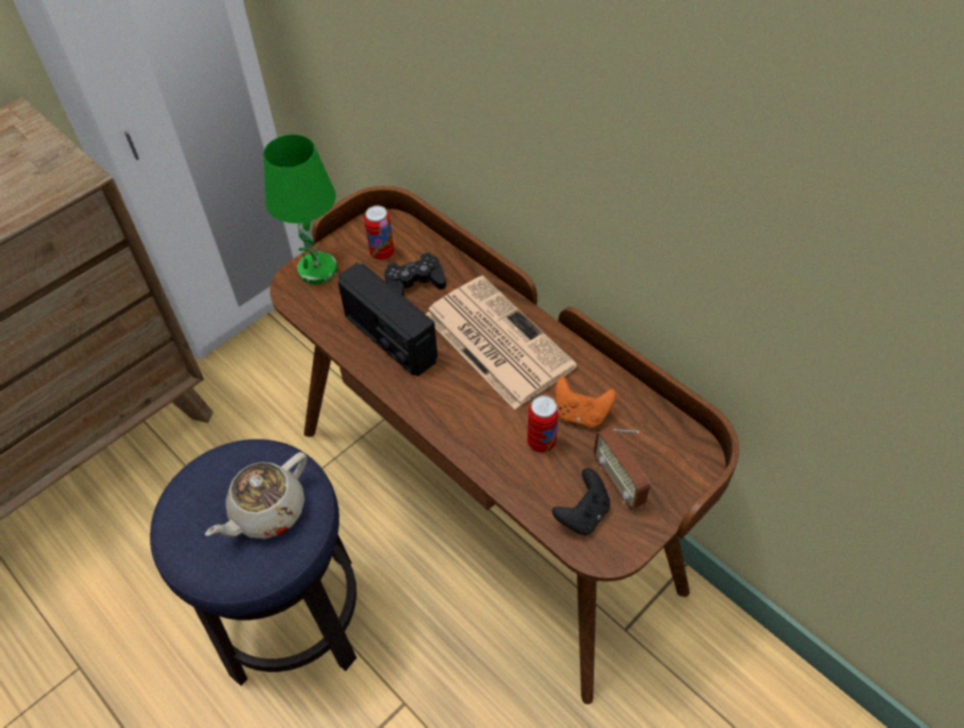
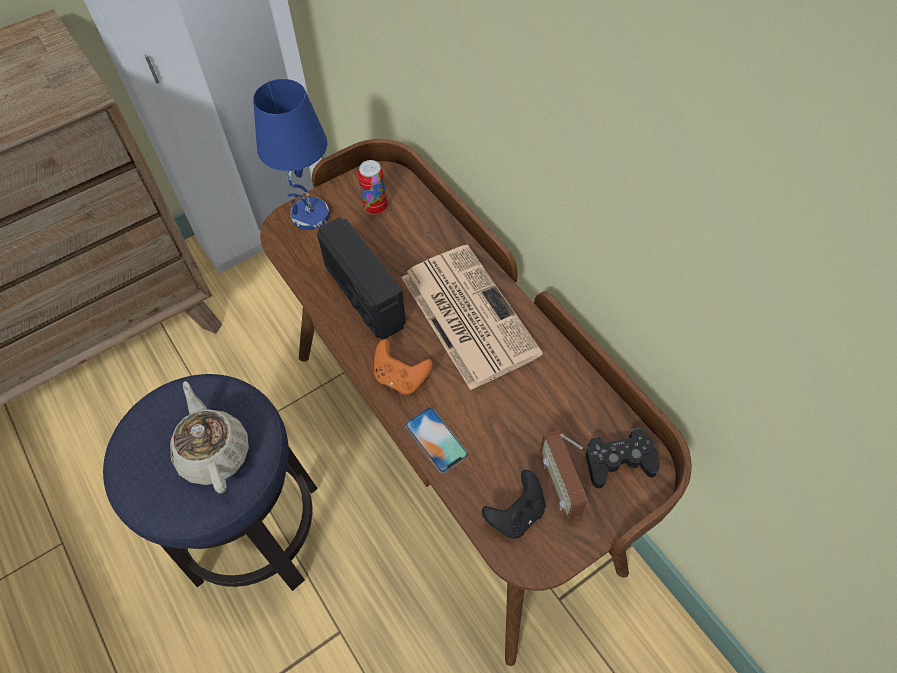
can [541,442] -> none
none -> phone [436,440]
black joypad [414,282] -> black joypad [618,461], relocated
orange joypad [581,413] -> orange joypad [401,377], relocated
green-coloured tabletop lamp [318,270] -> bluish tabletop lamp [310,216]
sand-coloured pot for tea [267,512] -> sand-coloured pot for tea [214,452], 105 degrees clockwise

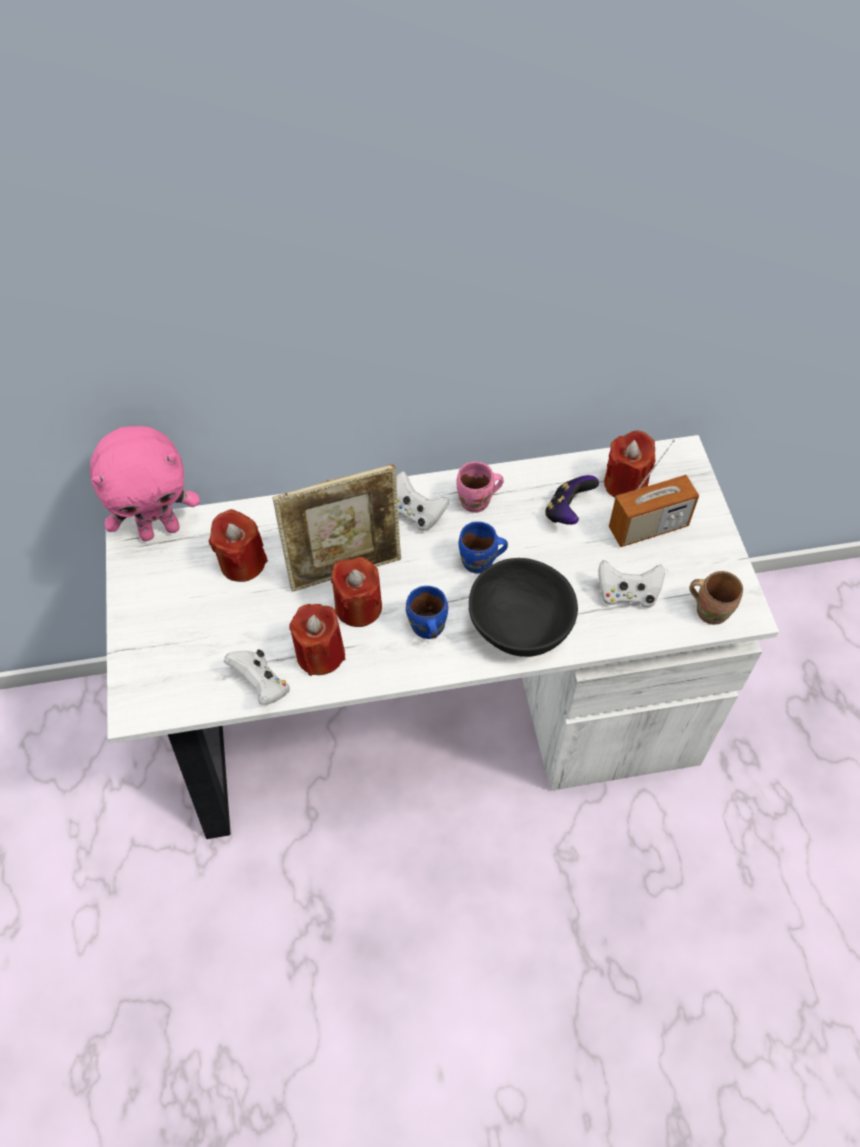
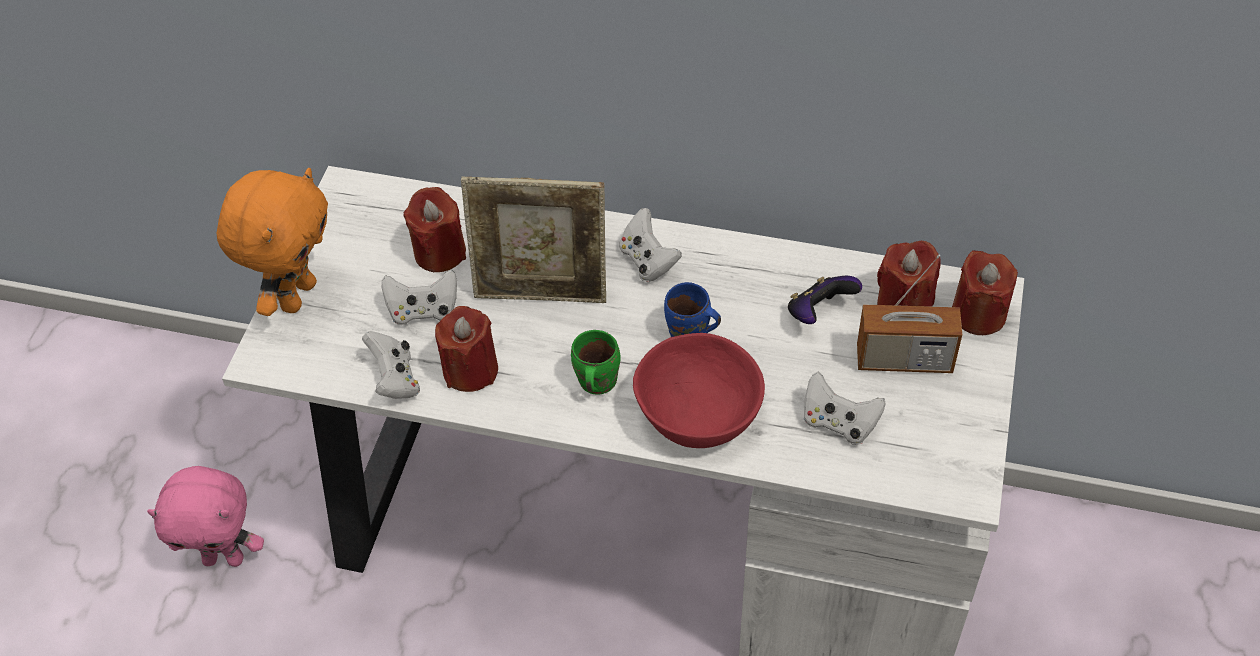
pink-coloured tea mug [477,502] -> none
brown-coloured tea mug [710,609] -> none
none -> orange cuddly toy [296,295]
none -> whitish joypad [423,311]
pink-coloured cuddly toy [160,529] -> pink-coloured cuddly toy [225,558], relocated
reddish candle [358,607] -> reddish candle [978,314], relocated
bluish tea mug [426,628] -> green-coloured tea mug [594,382]
black bowl [519,627] -> reddish bowl [697,416]

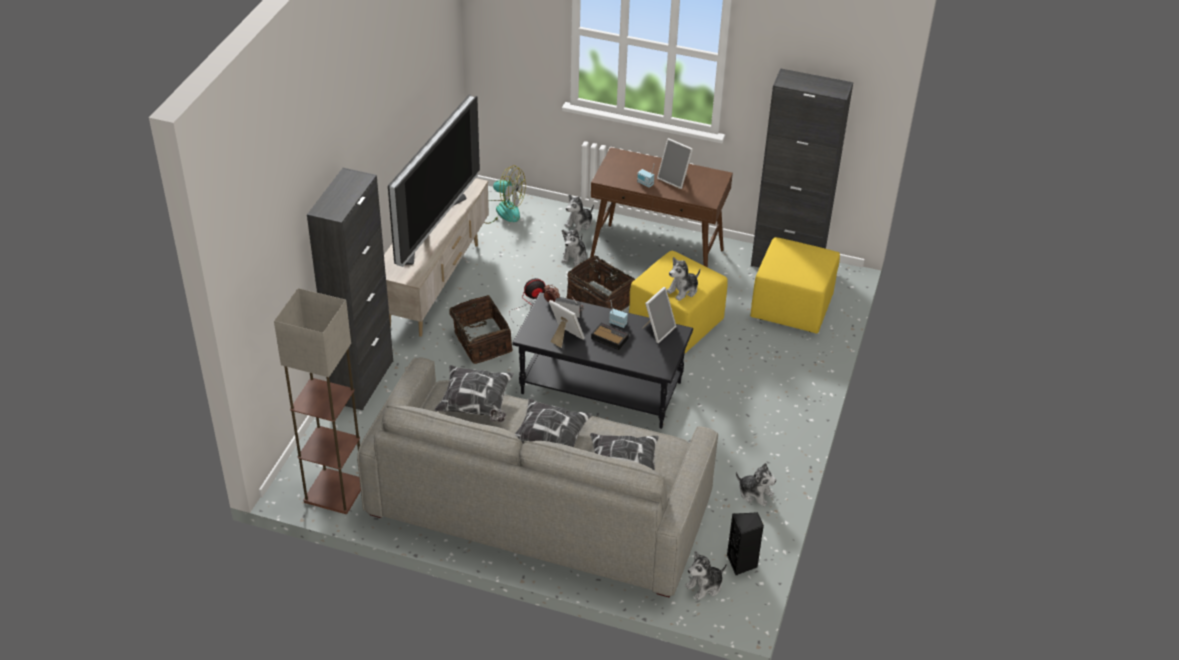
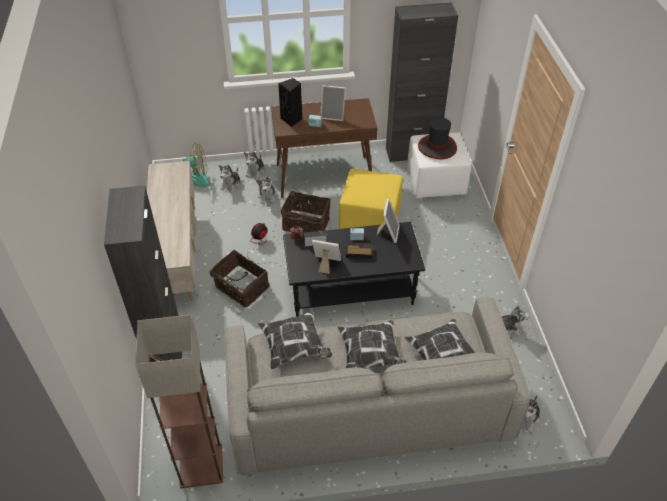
television [430,227] -> none
none -> clothing hat [437,147]
cuddly toy [683,290] -> cuddly toy [231,185], relocated
black speaker [742,563] -> black speaker [292,120], relocated
yellow footrest [790,308] -> whitish footrest [435,182]

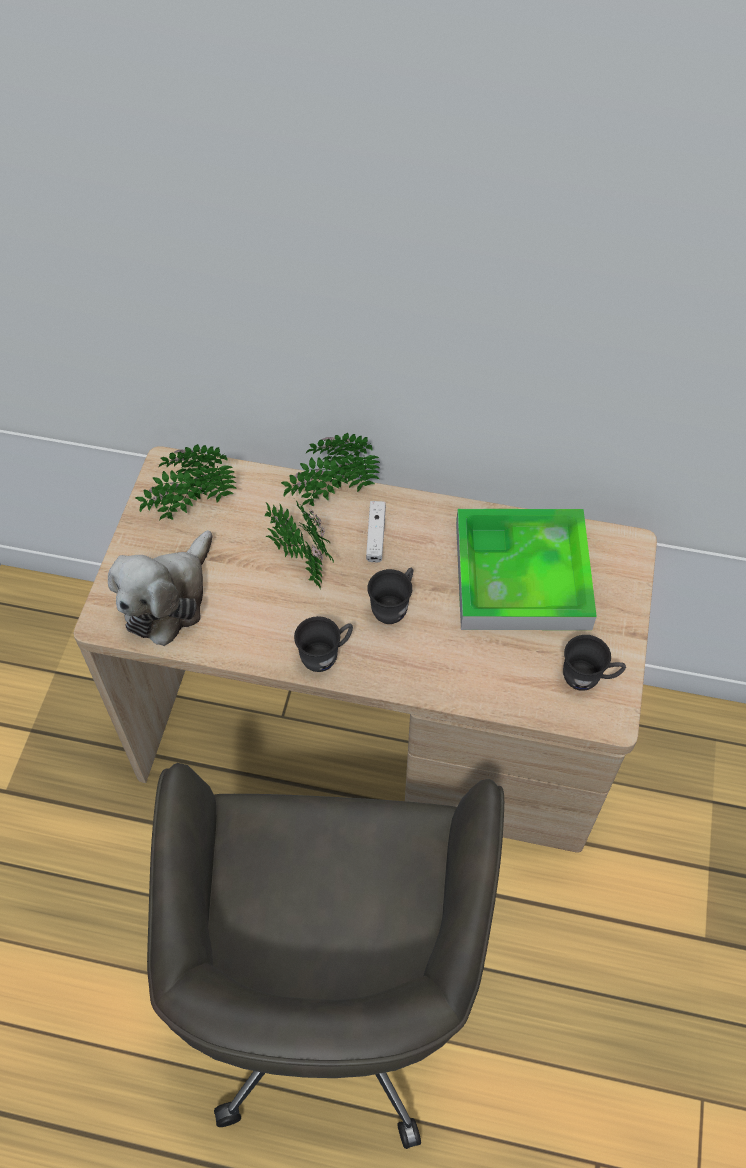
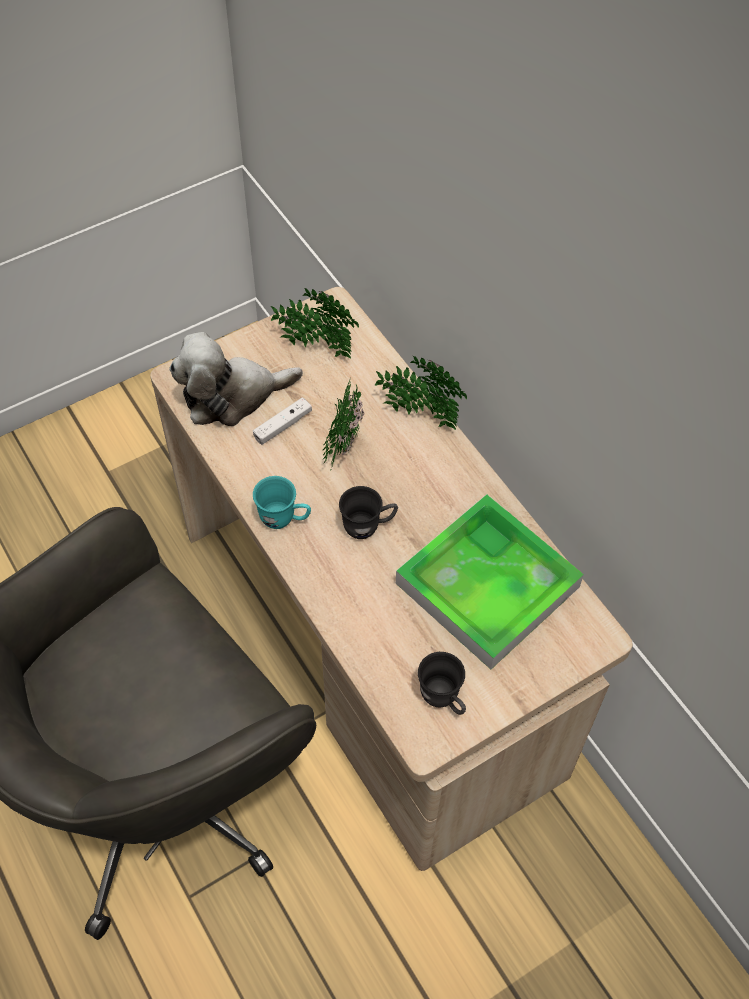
whitish joypad [375,535] -> whitish joypad [283,426], relocated
grey tea mug [326,656] -> turquoise tea mug [284,520]

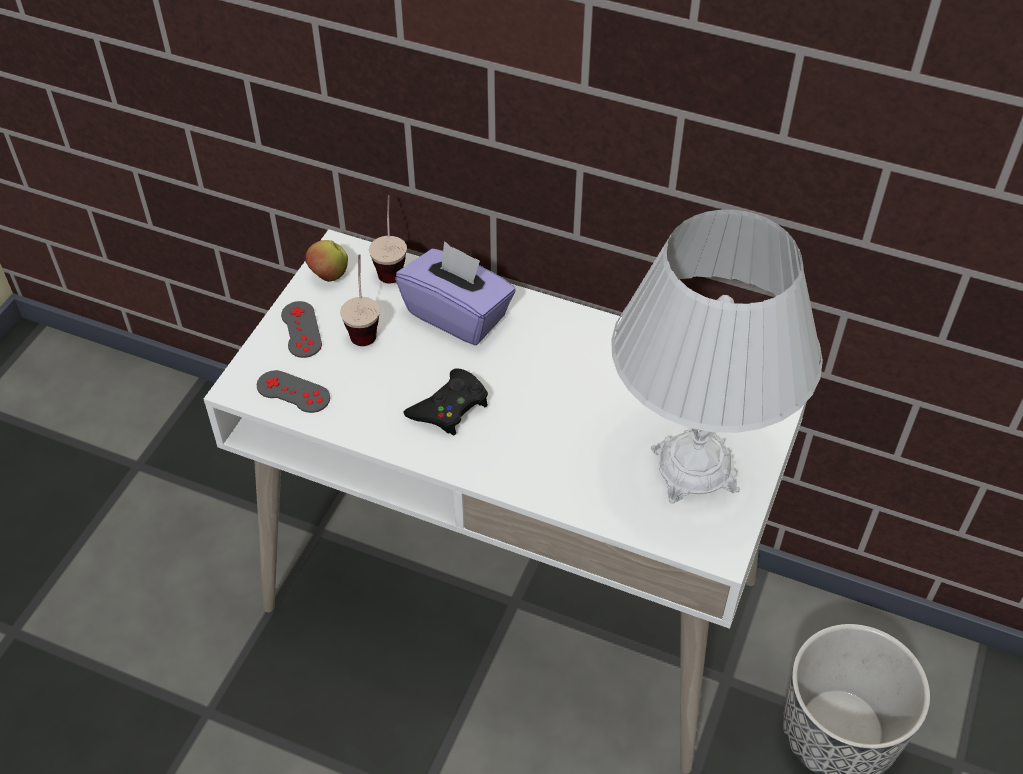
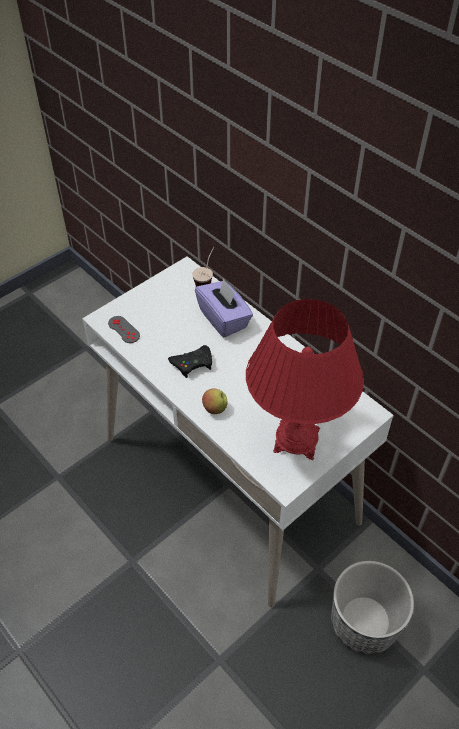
grey joypad [301,329] -> none
cup [364,325] -> none
apple fruit [329,276] -> apple fruit [215,409], relocated
whitish tabletop lamp [694,470] -> reddish tabletop lamp [296,440]

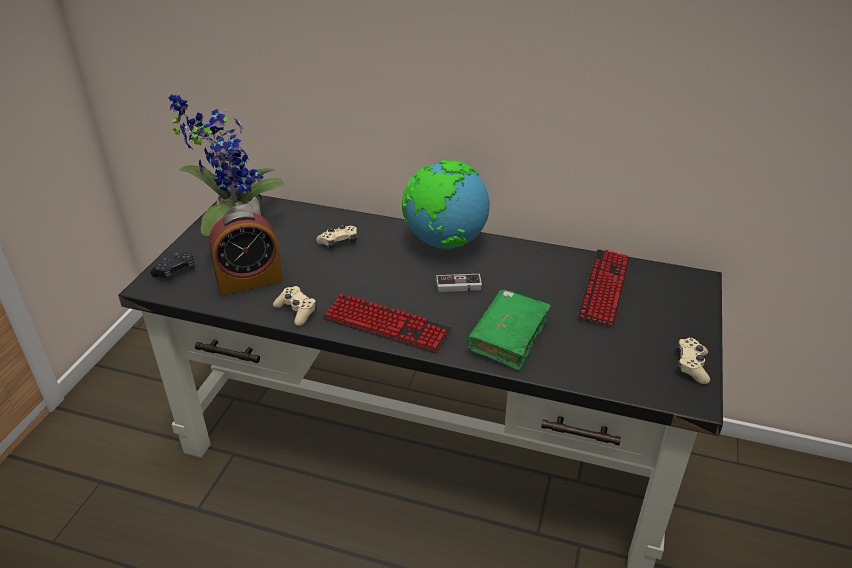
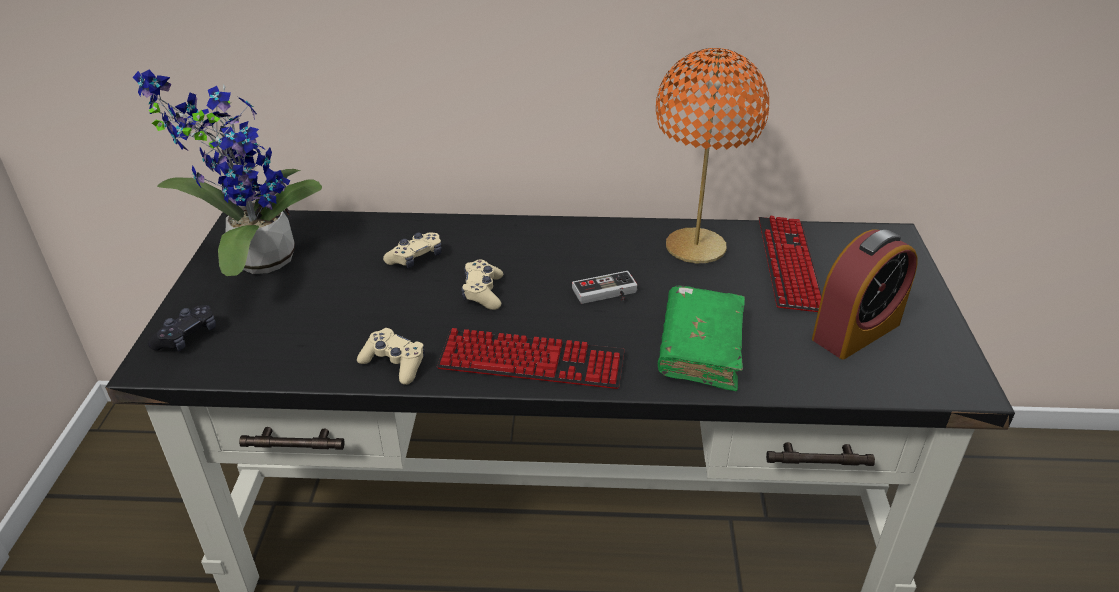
globe [444,243] -> none
none -> orange tabletop lamp [696,248]
table clock [249,280] -> table clock [856,331], relocated
sand-coloured joypad [691,366] -> sand-coloured joypad [483,292], relocated

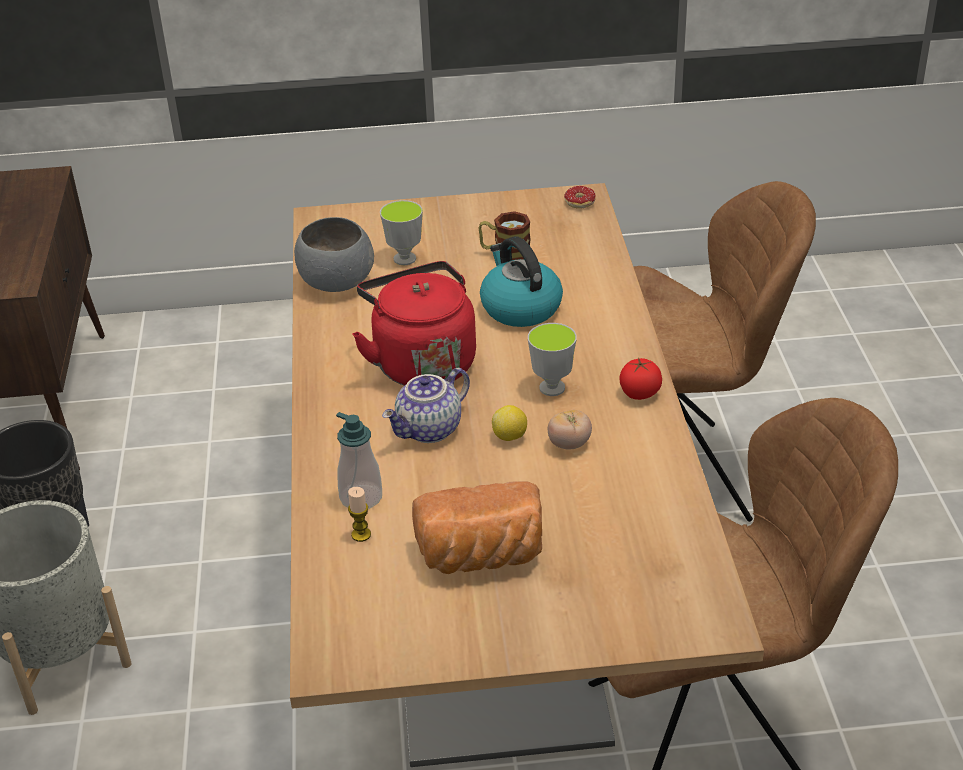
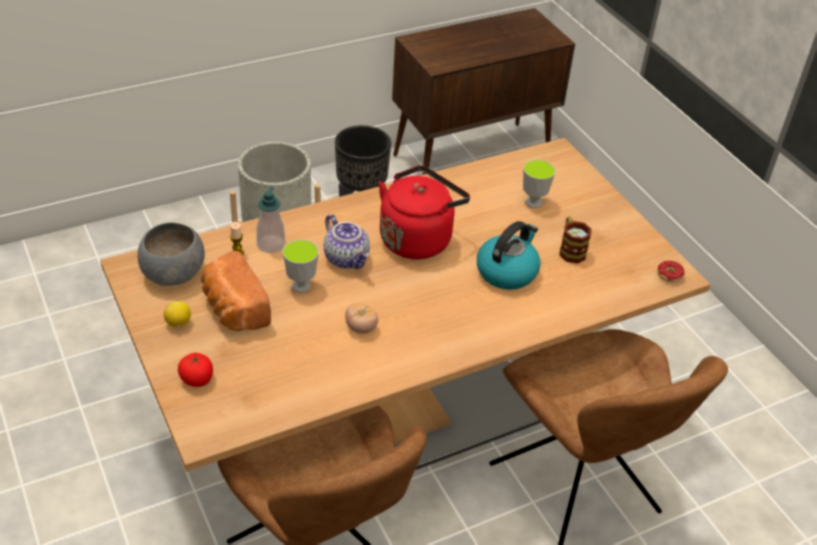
grey bowl [336,282] -> grey bowl [172,274], relocated
lemon [510,437] -> lemon [178,323], relocated
cup [552,388] -> cup [301,286], relocated
fresh tomato [639,393] -> fresh tomato [197,379], relocated
pot for tea [430,430] -> pot for tea [347,259], 150 degrees counterclockwise

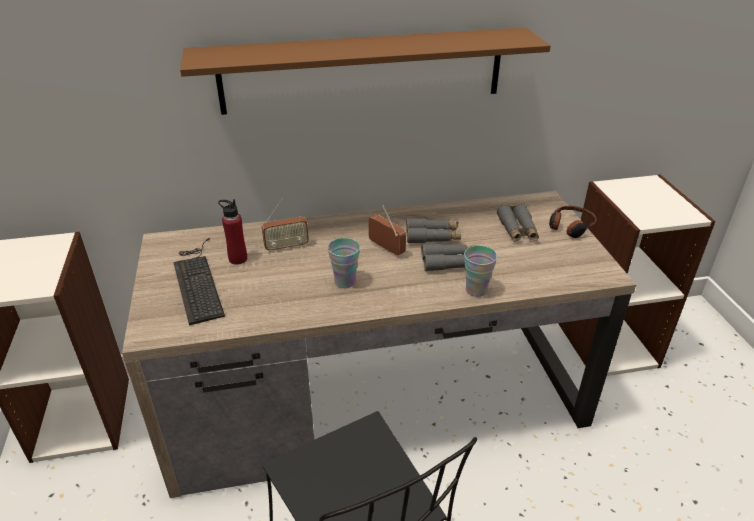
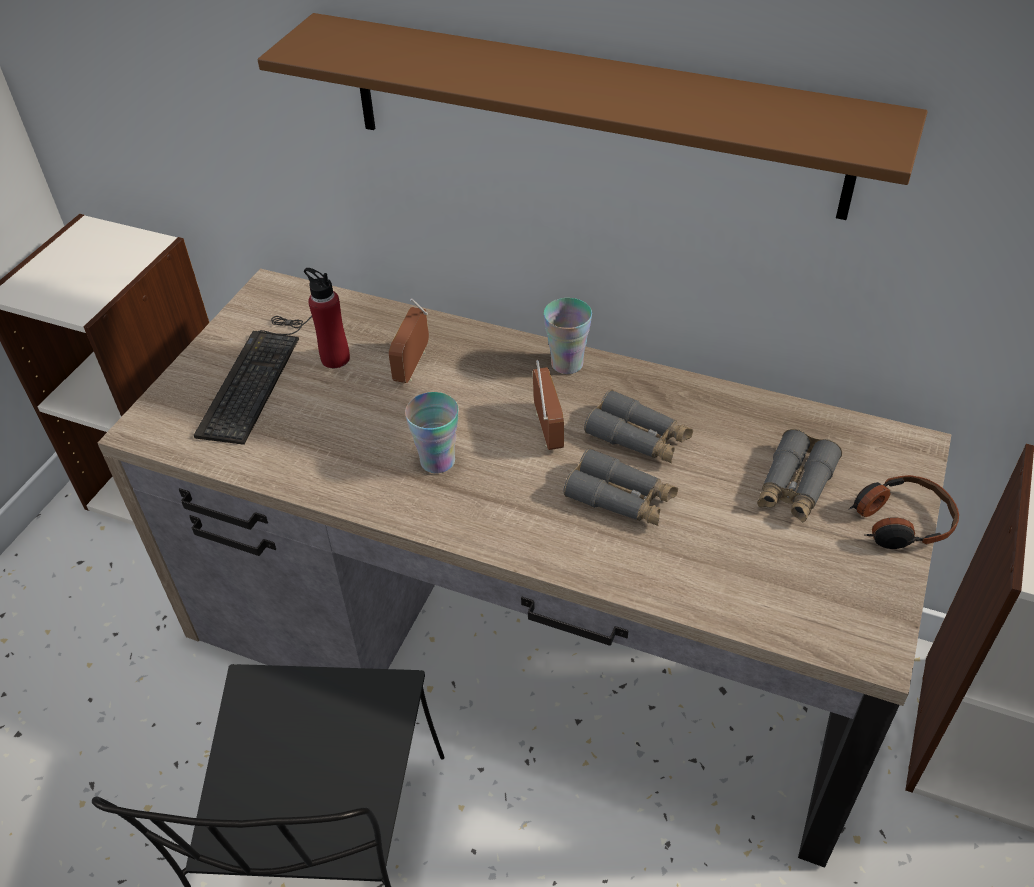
cup [476,290] -> cup [567,364], relocated
radio set [286,247] -> radio set [413,365], 90 degrees clockwise

